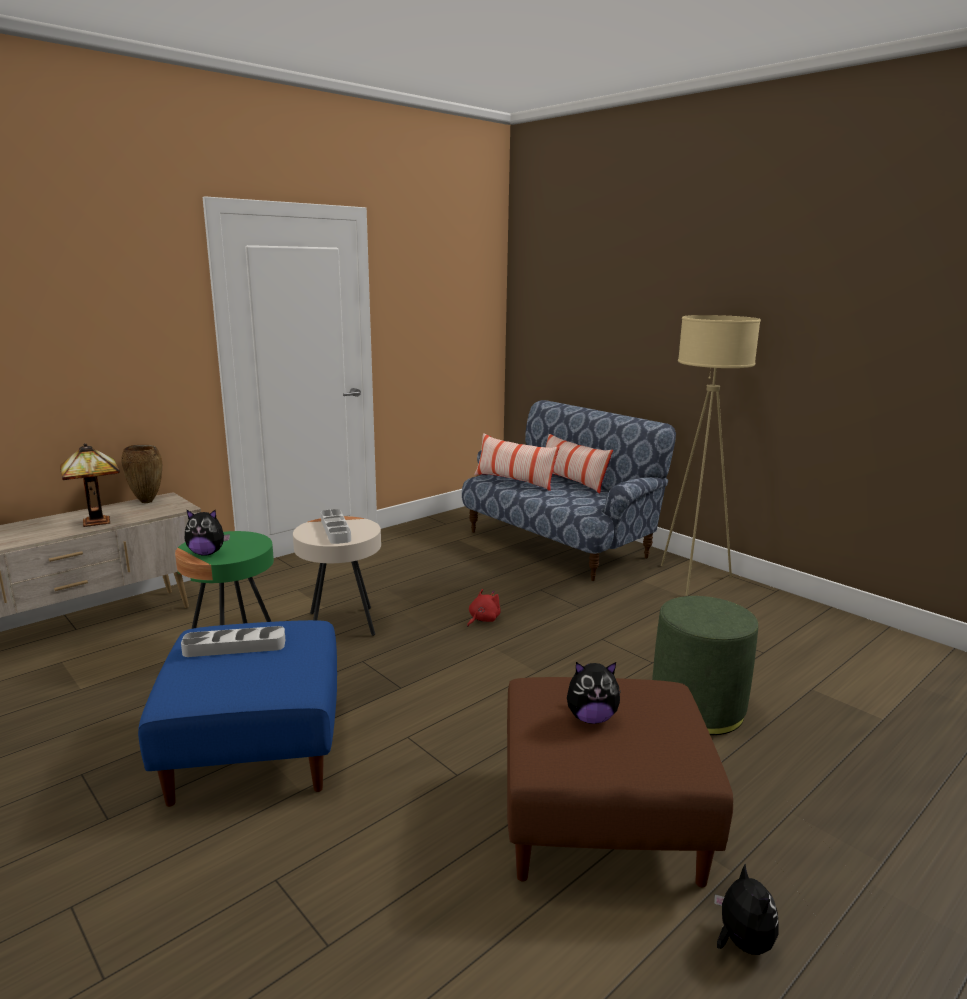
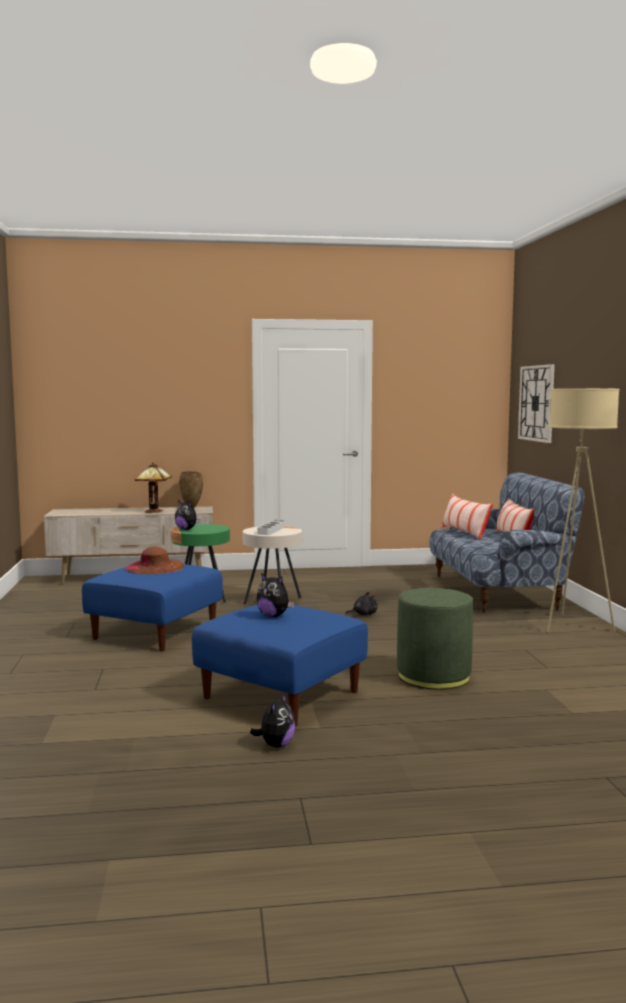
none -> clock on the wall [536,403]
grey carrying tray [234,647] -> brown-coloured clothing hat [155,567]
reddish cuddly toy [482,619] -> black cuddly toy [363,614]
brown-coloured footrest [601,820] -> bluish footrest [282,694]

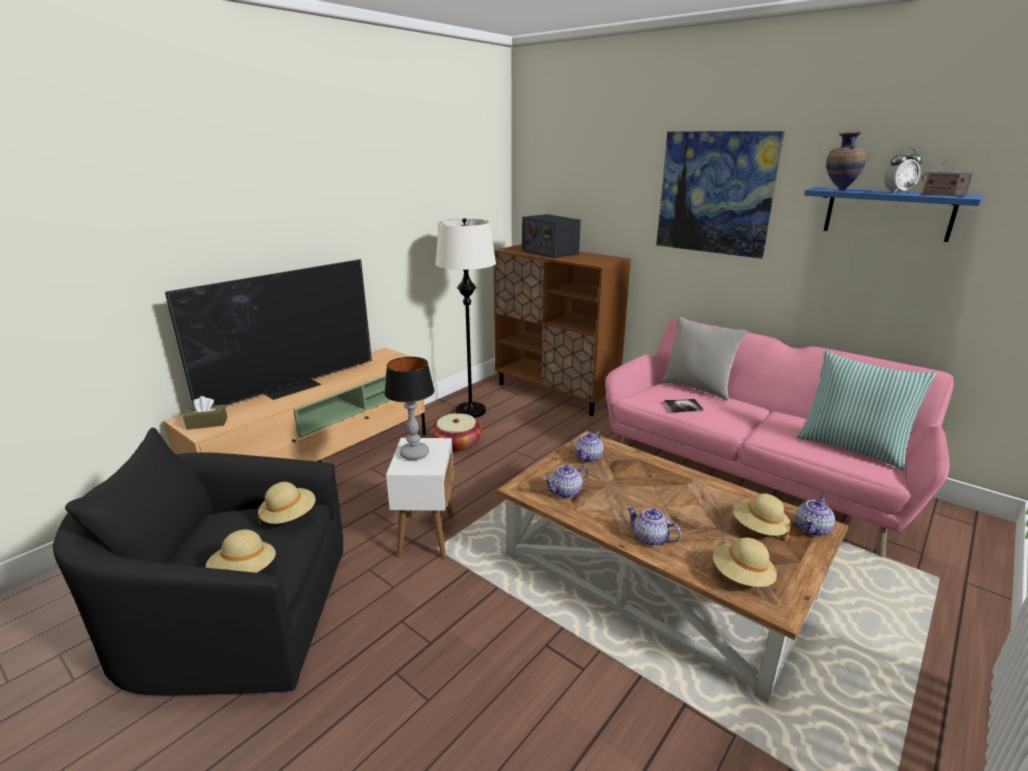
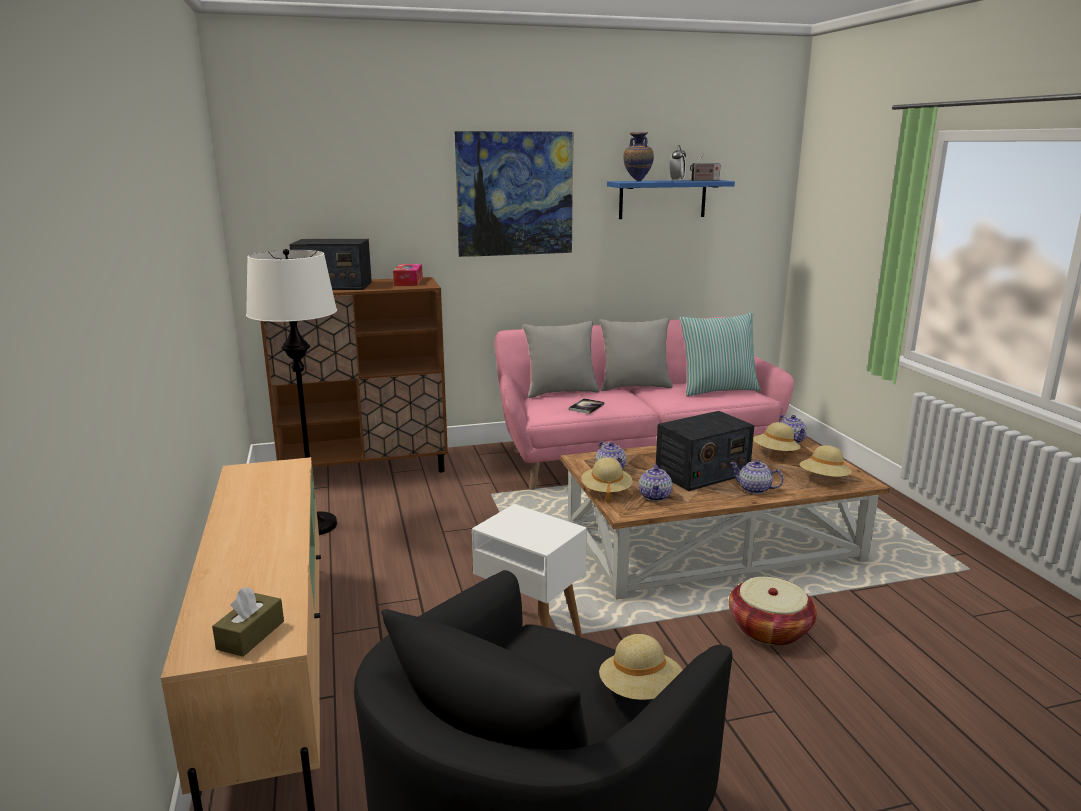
television [292,387] -> none
tabletop lamp [415,454] -> none
none -> box of tissues [408,282]
none -> grey throw pillow [634,386]
none -> radio set [702,473]
sand-coloured clothing hat [289,516] -> sand-coloured clothing hat [606,491], relocated
basket [457,444] -> basket [769,629], relocated
pot for tea [650,538] -> pot for tea [754,489], 45 degrees clockwise

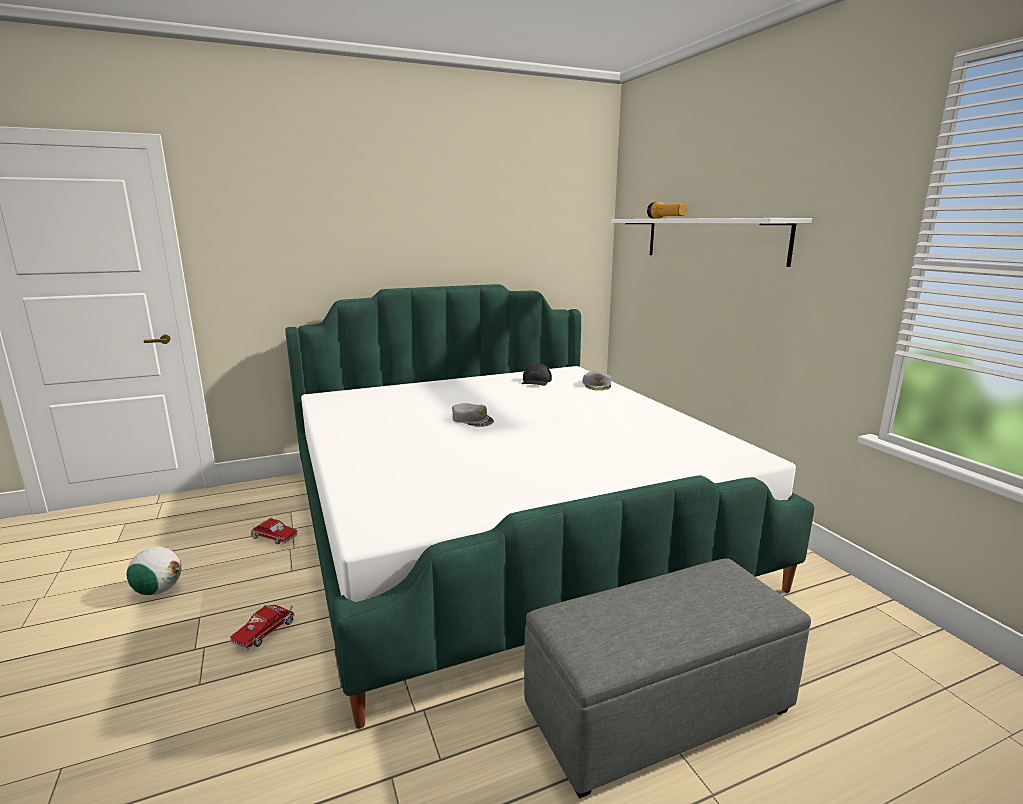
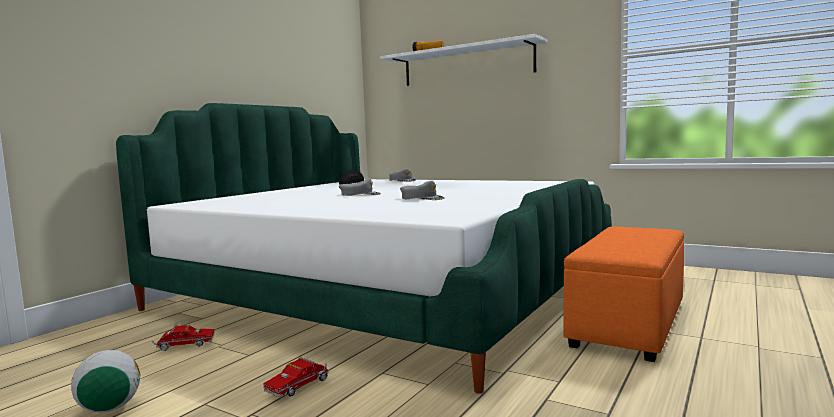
none -> grey peaked cap [422,198]
grey footrest [660,711] -> orange footrest [628,323]
toy truck [267,632] -> toy truck [300,386], 45 degrees clockwise

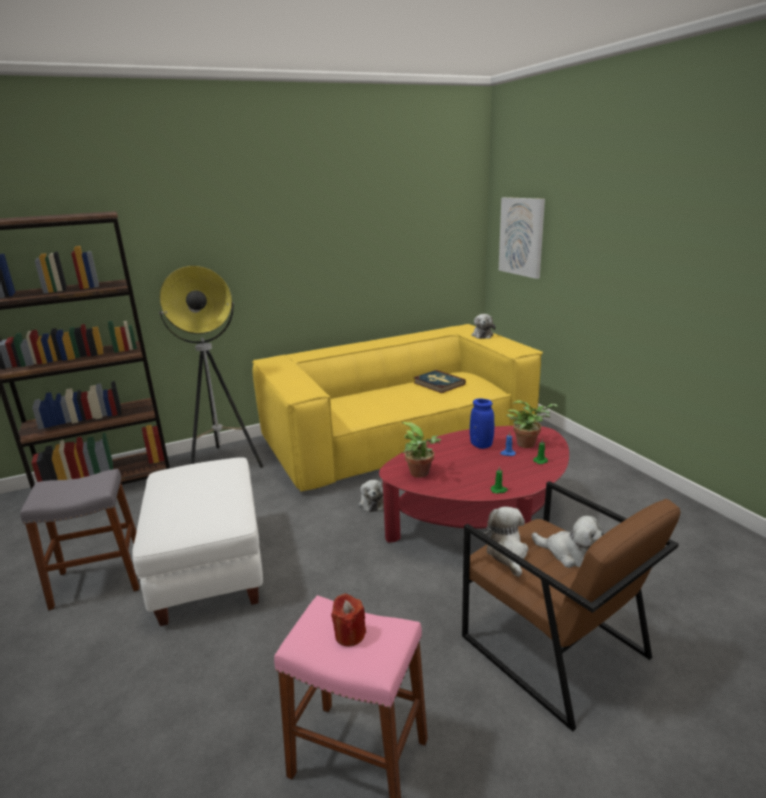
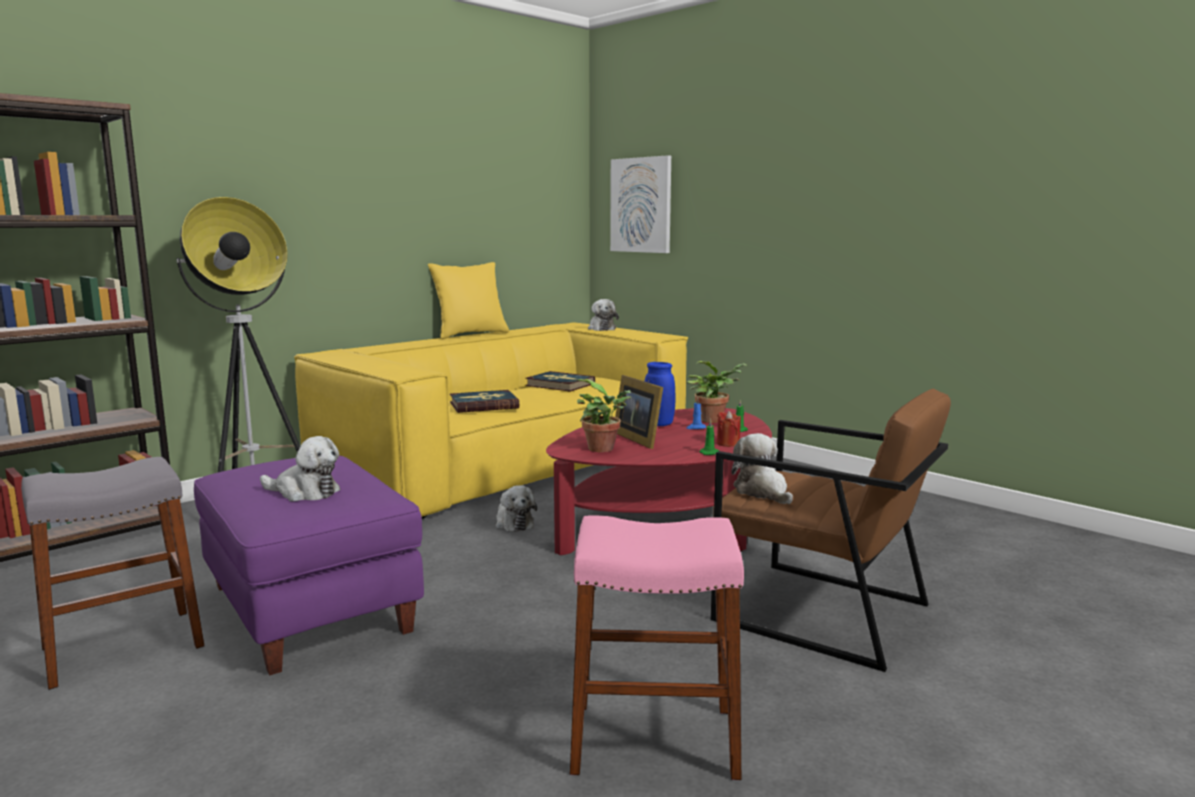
none -> yellow throw pillow [470,334]
none -> volume [483,405]
none -> standing frame [639,438]
reddish candle [349,634] -> reddish candle [728,443], relocated
cuddly toy [569,554] -> cuddly toy [304,492], relocated
whitish footrest [208,567] -> purple footrest [307,609]

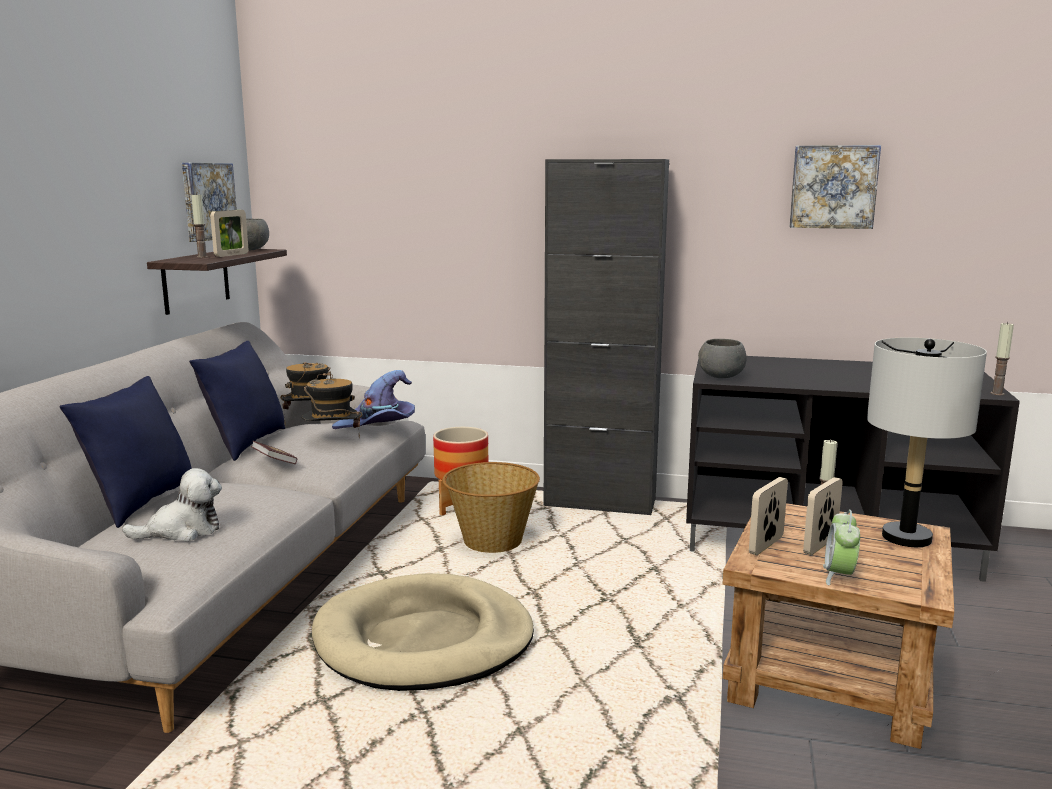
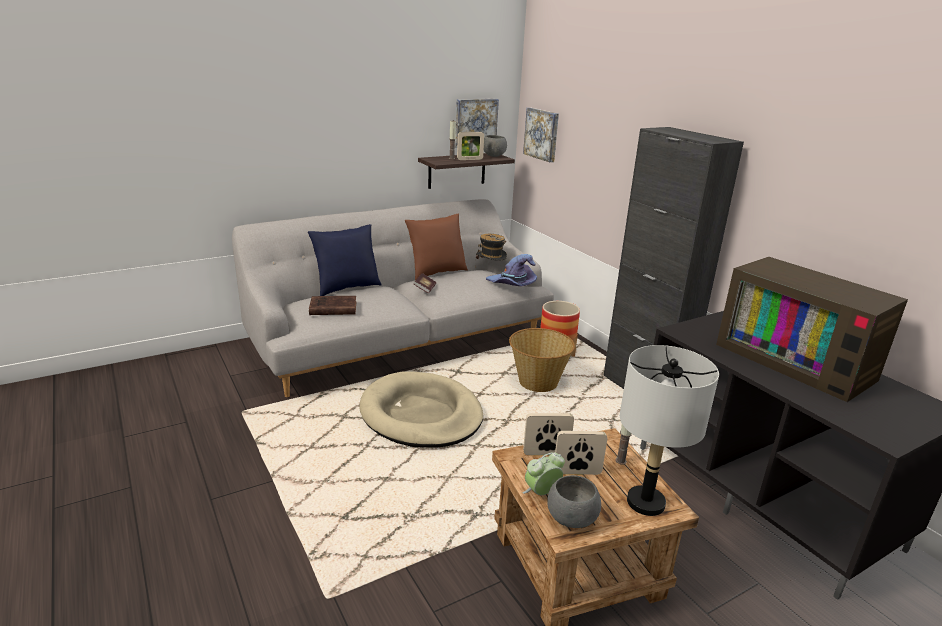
clothing hat [333,443] -> none
candle [997,393] -> none
none -> television [797,361]
grey bowl [720,377] -> grey bowl [571,519], relocated
wall art [833,187] -> wall art [542,134], relocated
cuddly toy [182,531] -> brown-coloured volume [332,309]
bluish throw pillow [245,444] -> brown-coloured throw pillow [436,273]

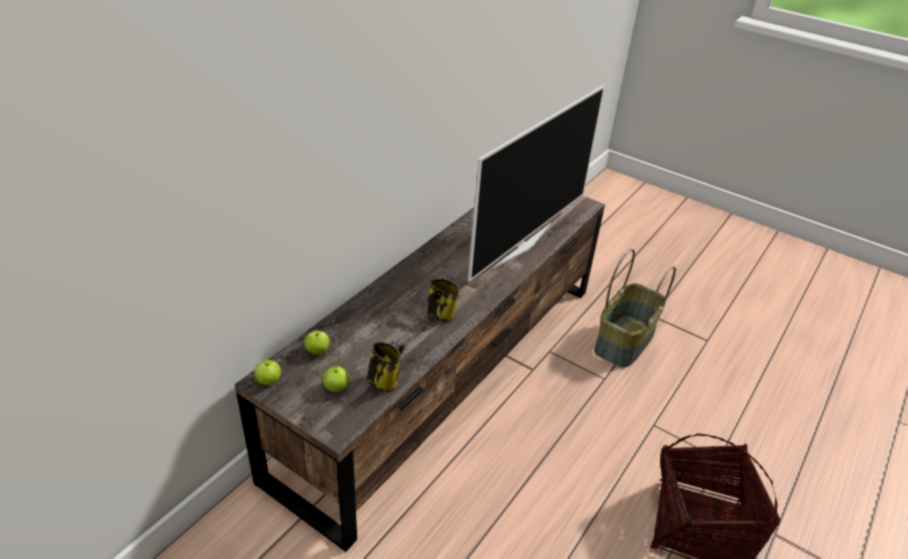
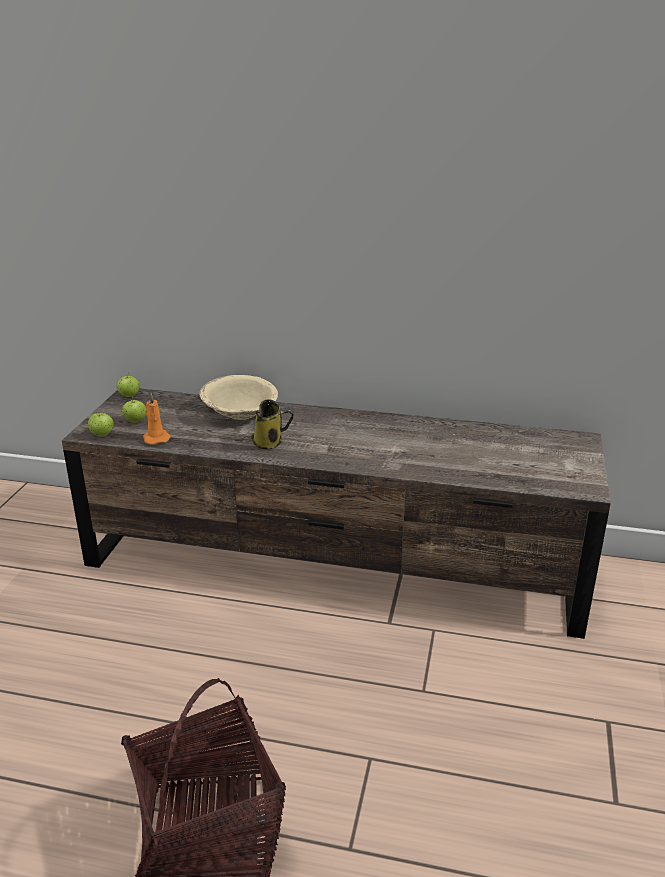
television [521,245] -> none
basket [625,342] -> none
none -> sand-coloured bowl [240,413]
apple fruit [317,351] -> apple fruit [102,435], relocated
tea mug [385,380] -> orange candle [156,438]

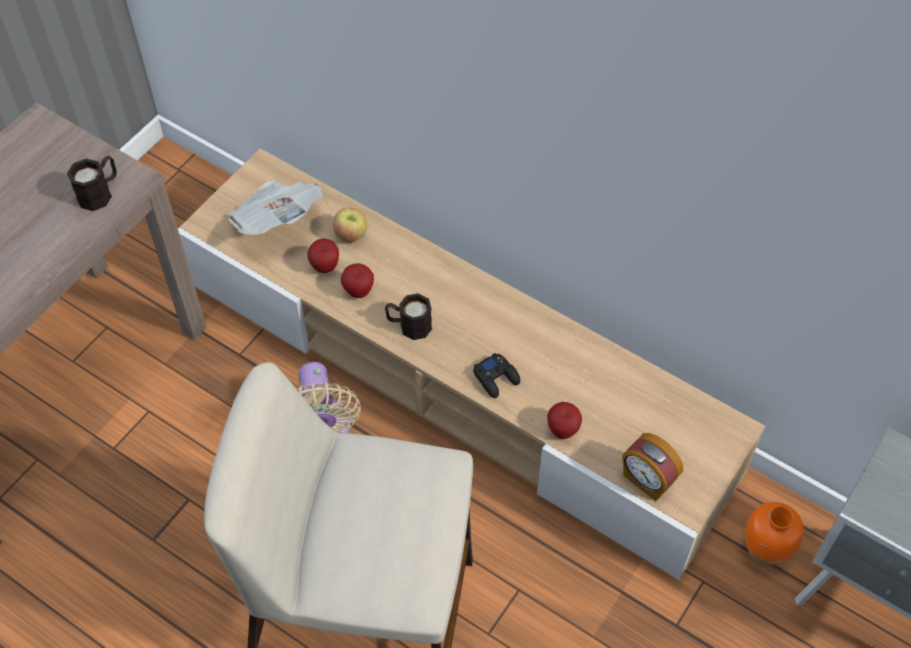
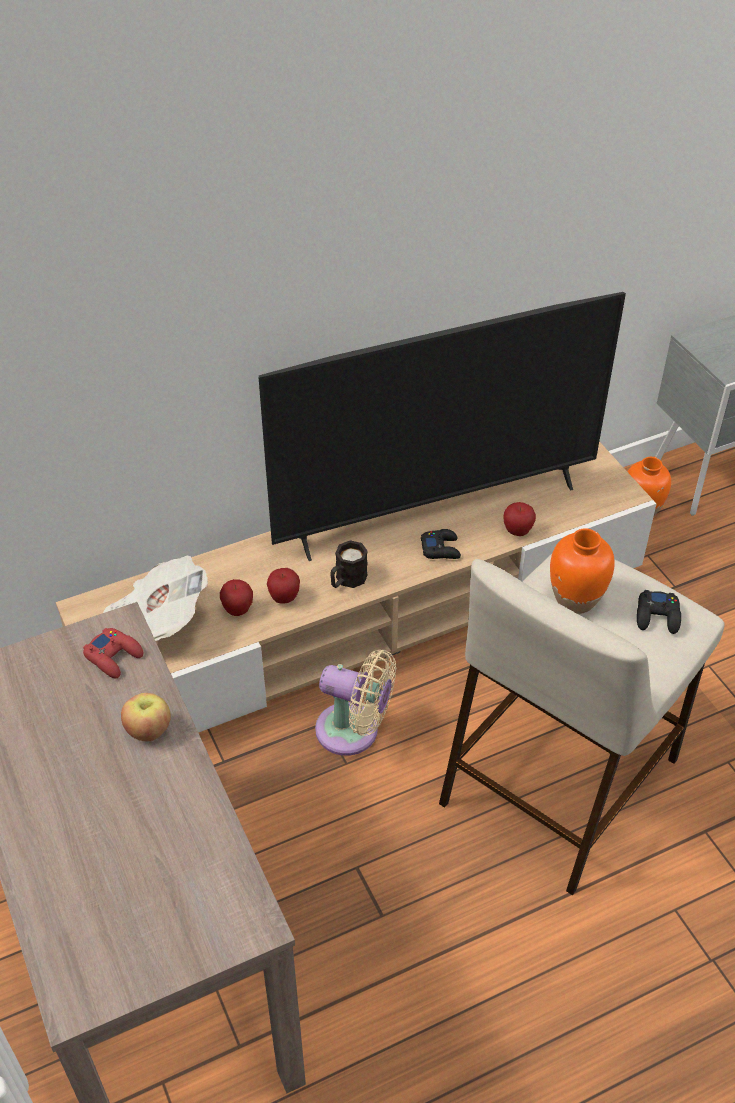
table clock [647,480] -> none
none -> television [436,510]
none -> orange vase [575,600]
none -> black joypad [657,616]
apple fruit [351,235] -> apple fruit [149,730], relocated
black tea mug [100,192] -> reddish joypad [114,656]

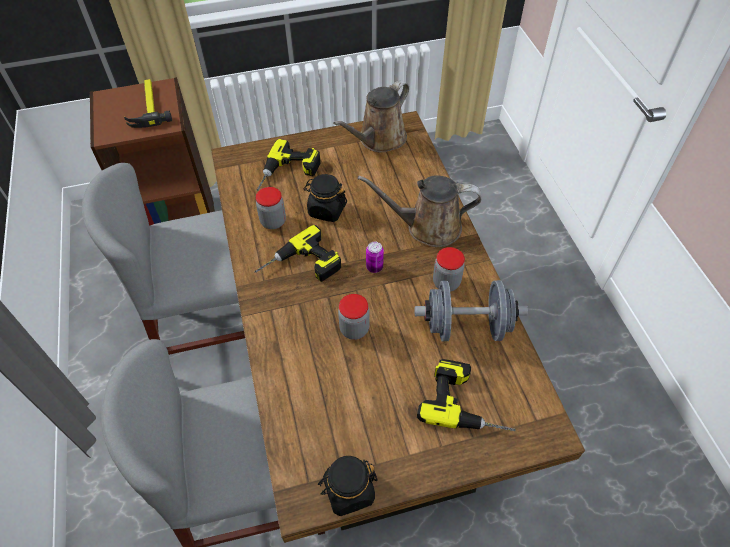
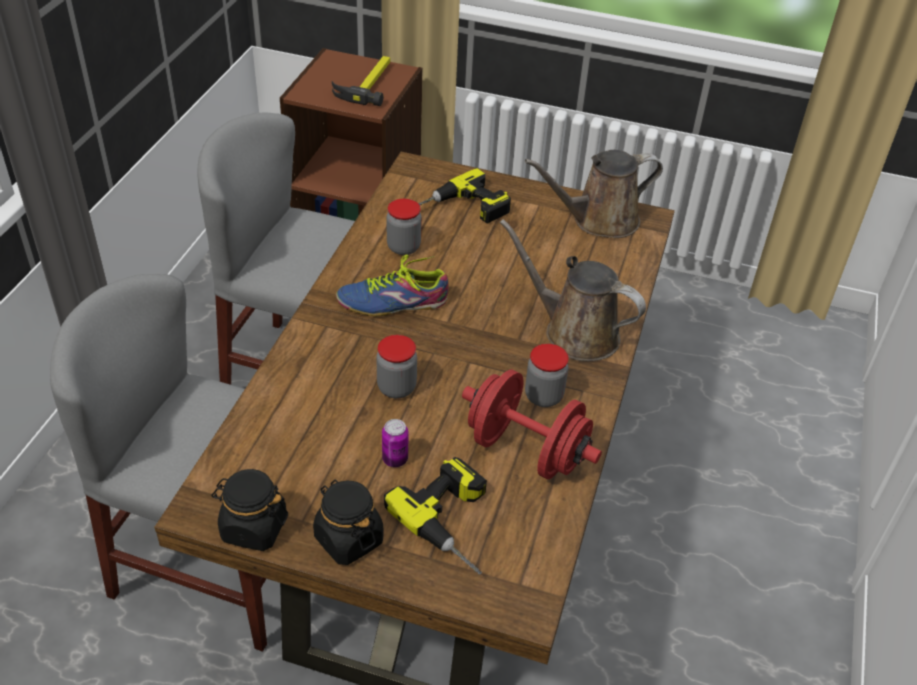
black storage jar [326,210] -> black storage jar [348,539], relocated
can [374,267] -> can [395,459], relocated
drill [300,267] -> low shoe [393,302]
grey dumbbell [467,326] -> reddish dumbbell [526,450]

